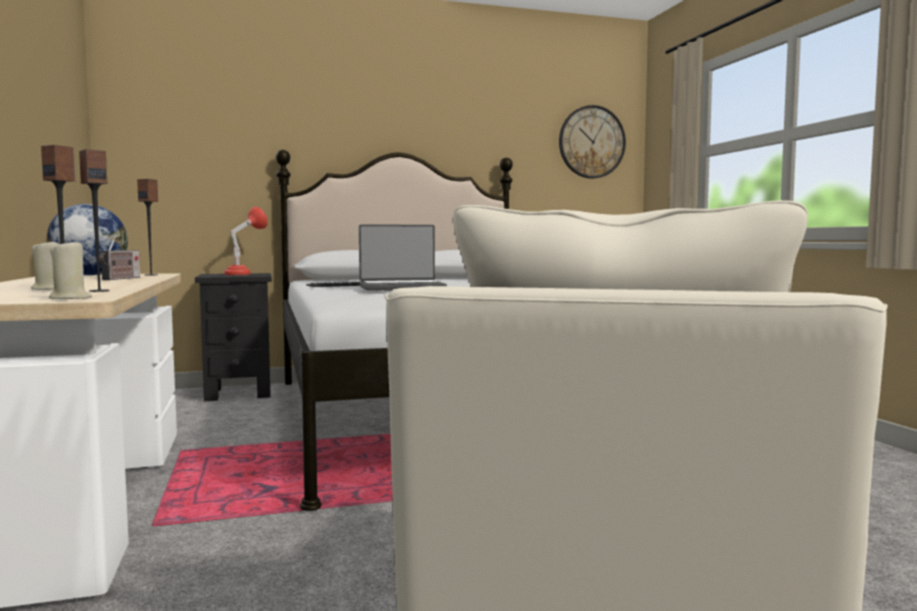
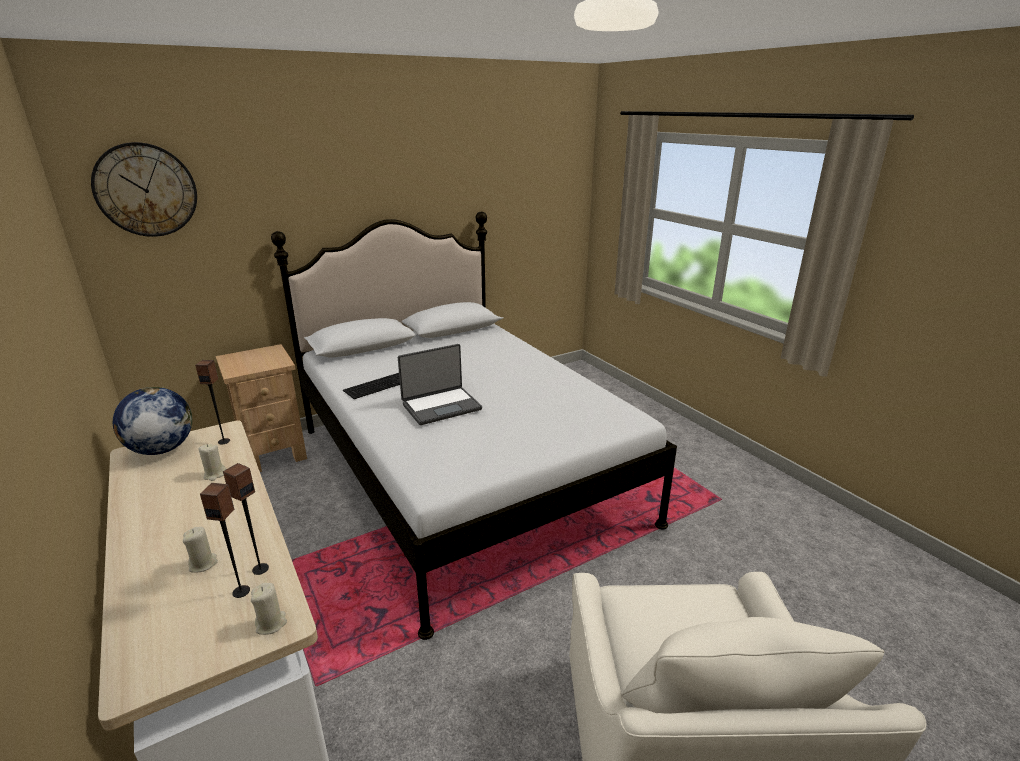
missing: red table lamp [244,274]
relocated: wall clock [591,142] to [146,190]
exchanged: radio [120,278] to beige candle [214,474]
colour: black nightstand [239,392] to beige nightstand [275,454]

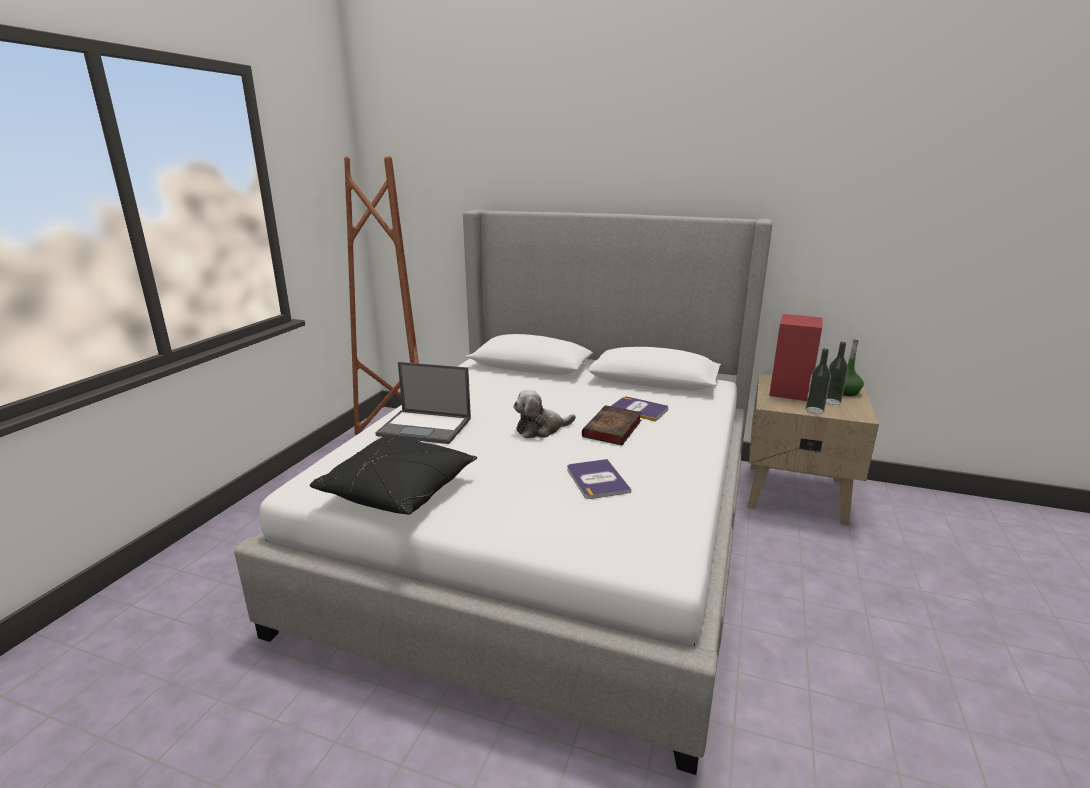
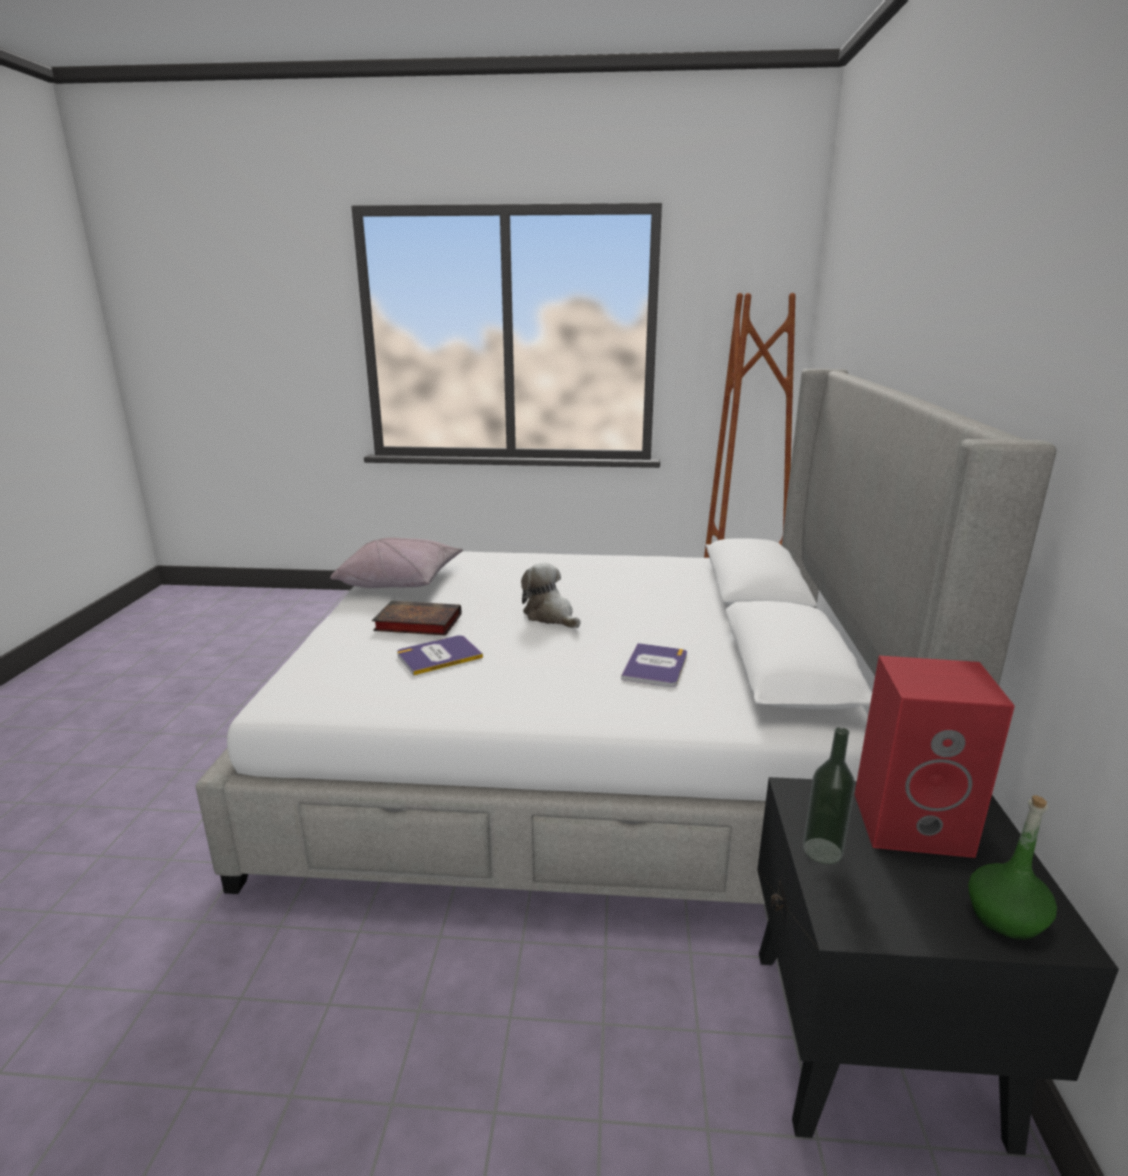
missing: laptop [426,427]; bottle [831,401]
relocated: book [612,430] to [415,623]
colour: black pillow [399,490] to purple pillow [401,581]; beige nightstand [797,493] to black nightstand [875,1043]

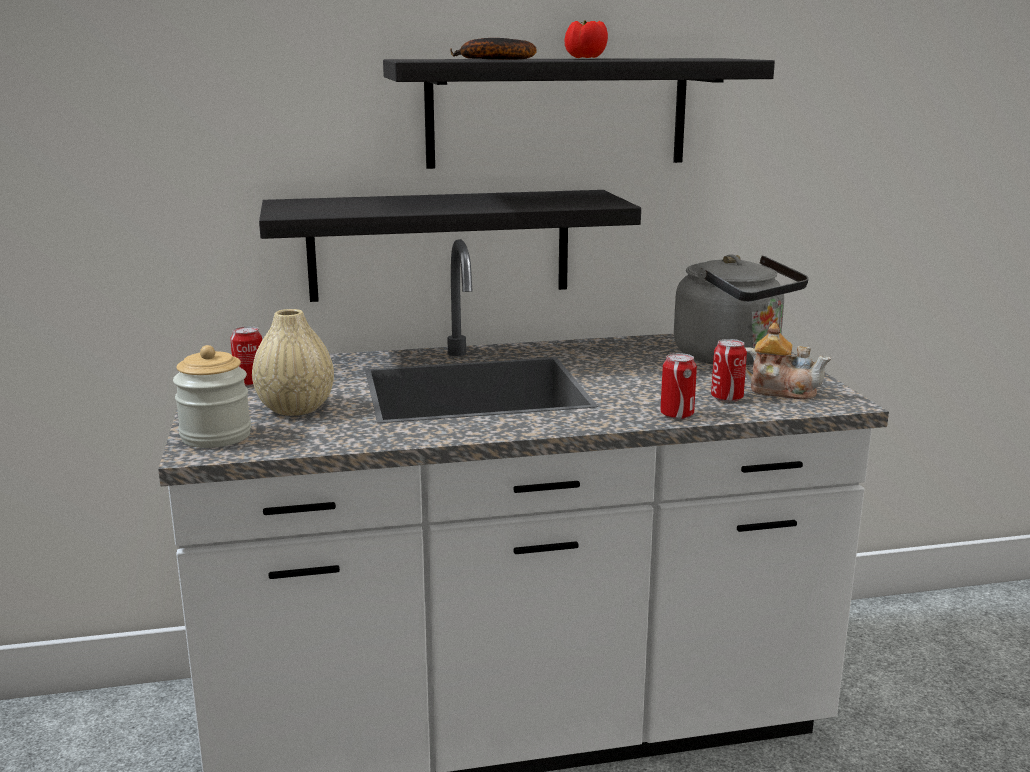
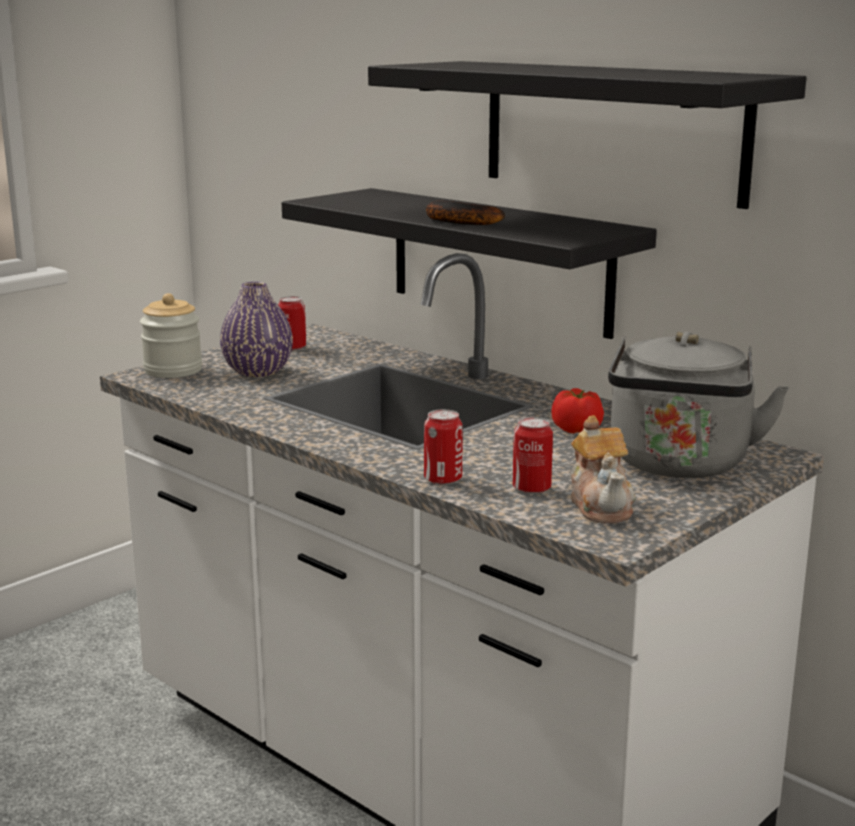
relocated: banana [494,59] to [455,222]; tomato [584,58] to [576,430]
colour: beige vase [295,408] to purple vase [258,371]

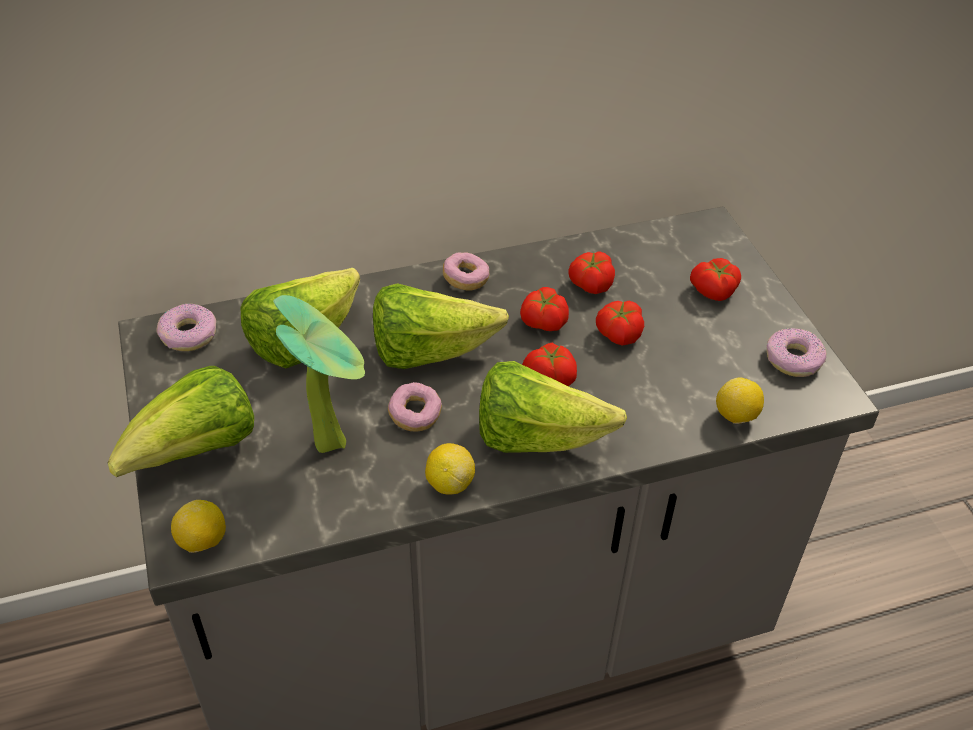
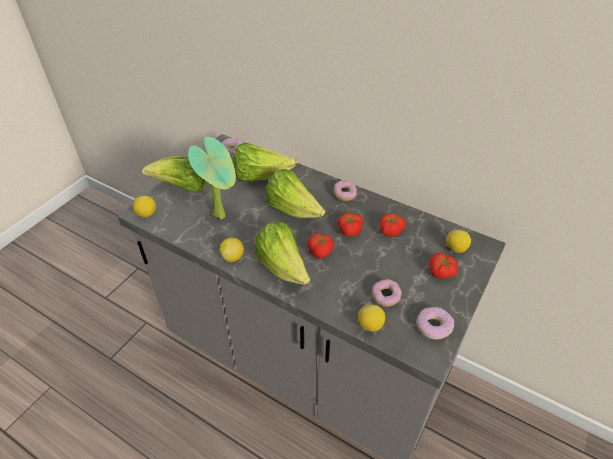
missing: tomato [618,334]
appeared: lemon [455,249]
relocated: donut [415,415] to [385,297]

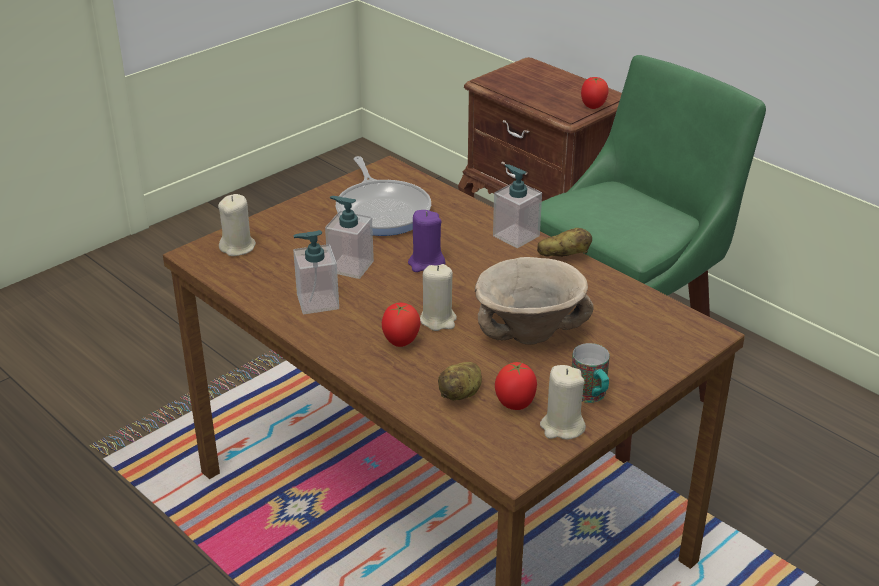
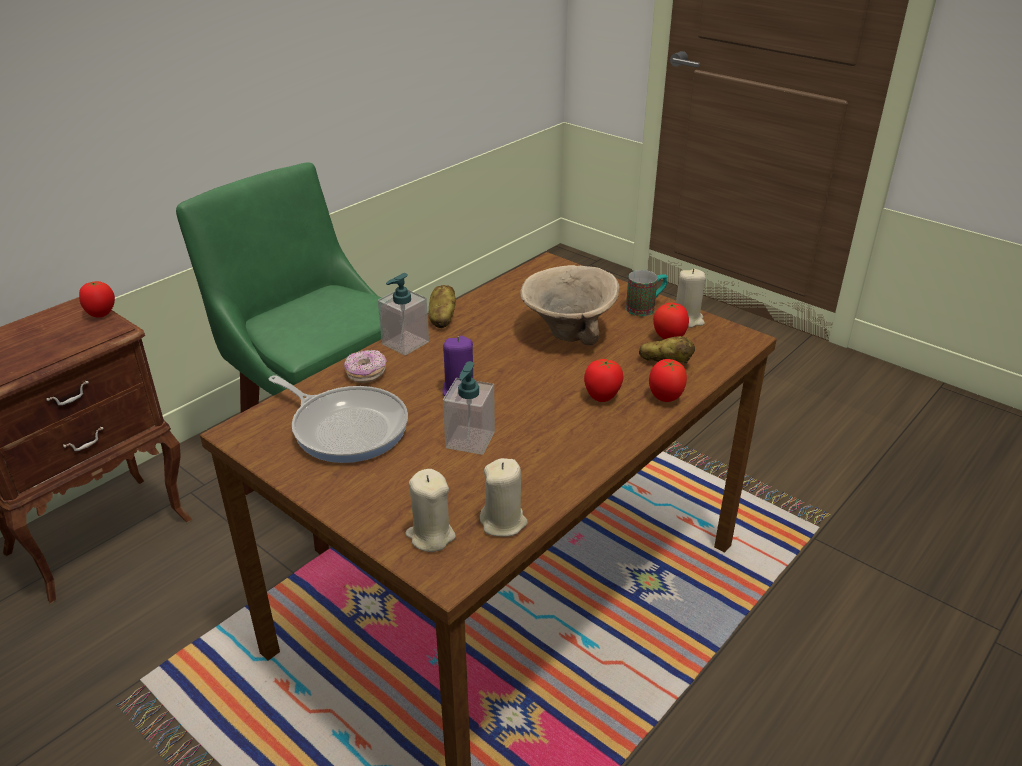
missing: soap dispenser [317,302]
appeared: donut [366,374]; tomato [665,398]
relocated: beige candle [438,320] to [503,522]
spun: frying pan [382,211] = [346,427] 60 degrees clockwise

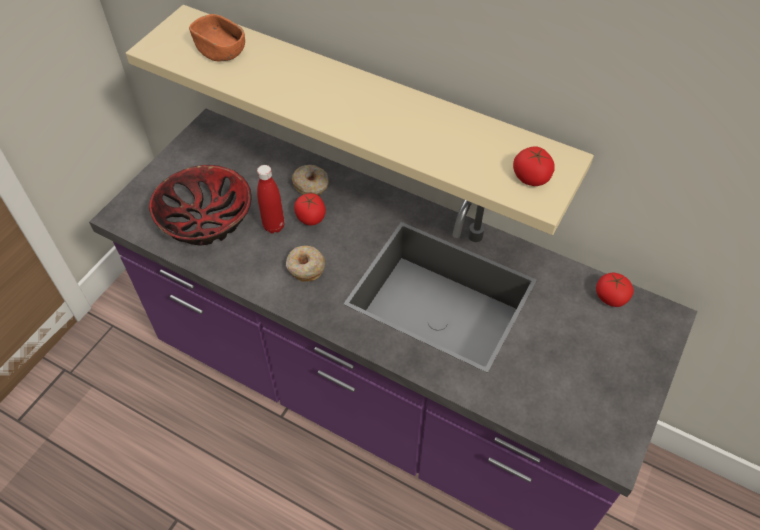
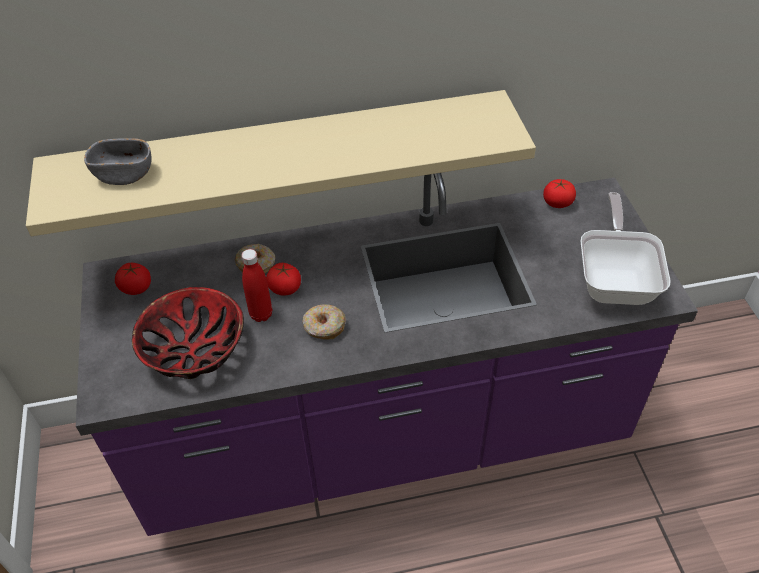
appeared: frying pan [615,280]
relocated: tomato [531,177] to [136,288]
colour: orange bowl [221,51] to grey bowl [124,174]

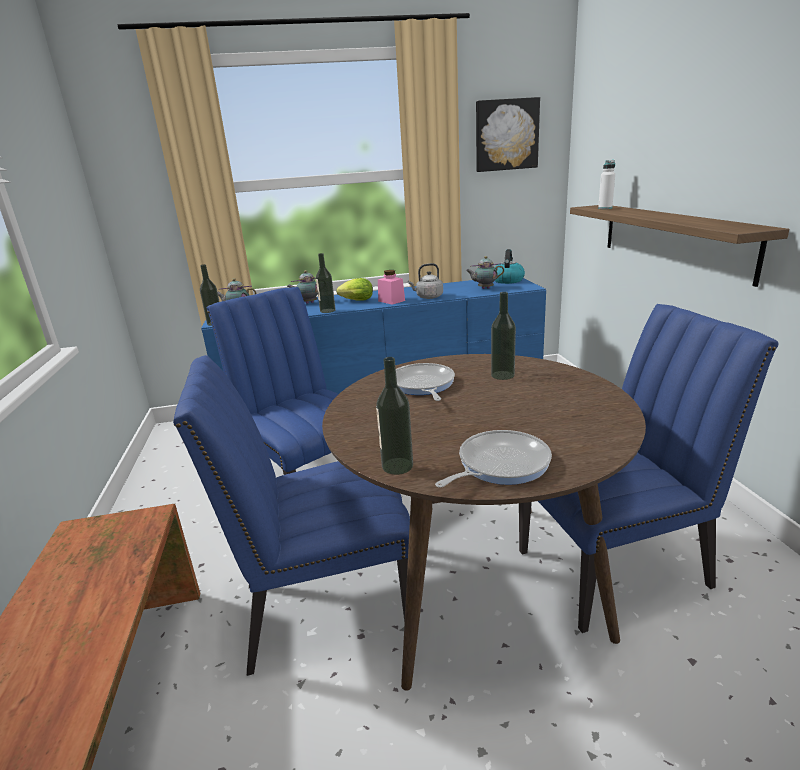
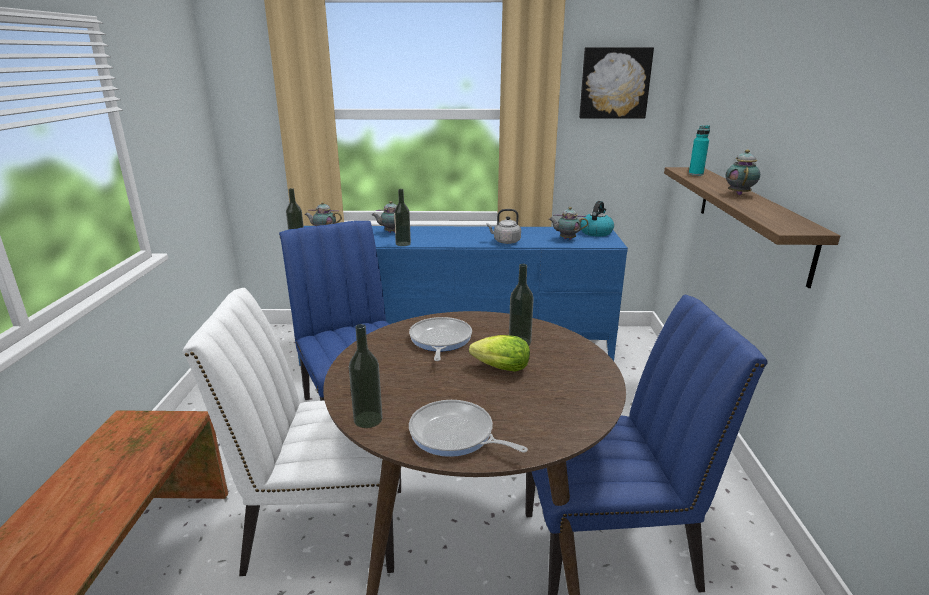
missing: pink jar [391,301]
appeared: teapot [739,194]
relocated: lettuce [355,301] to [498,368]
colour: blue chair [326,607] to white chair [328,529]; white bottle [605,208] to turquoise bottle [695,174]
spun: frying pan [499,464] = [455,435] 120 degrees counterclockwise

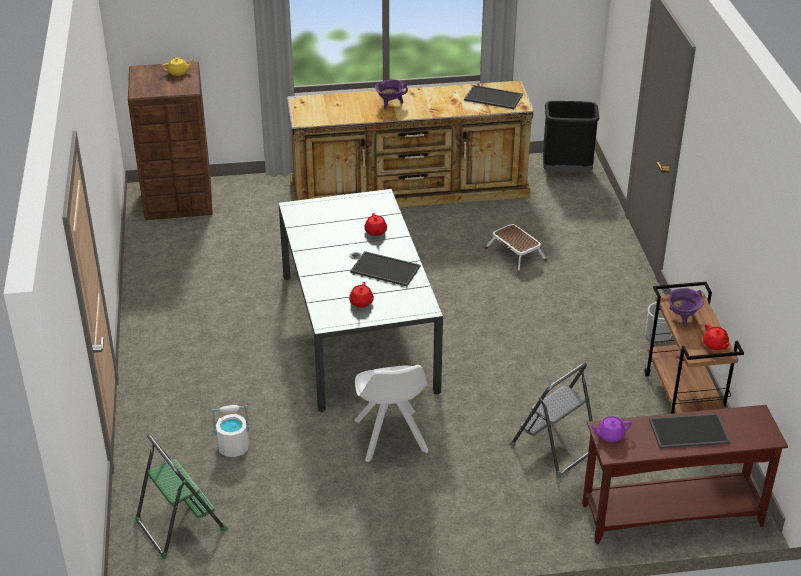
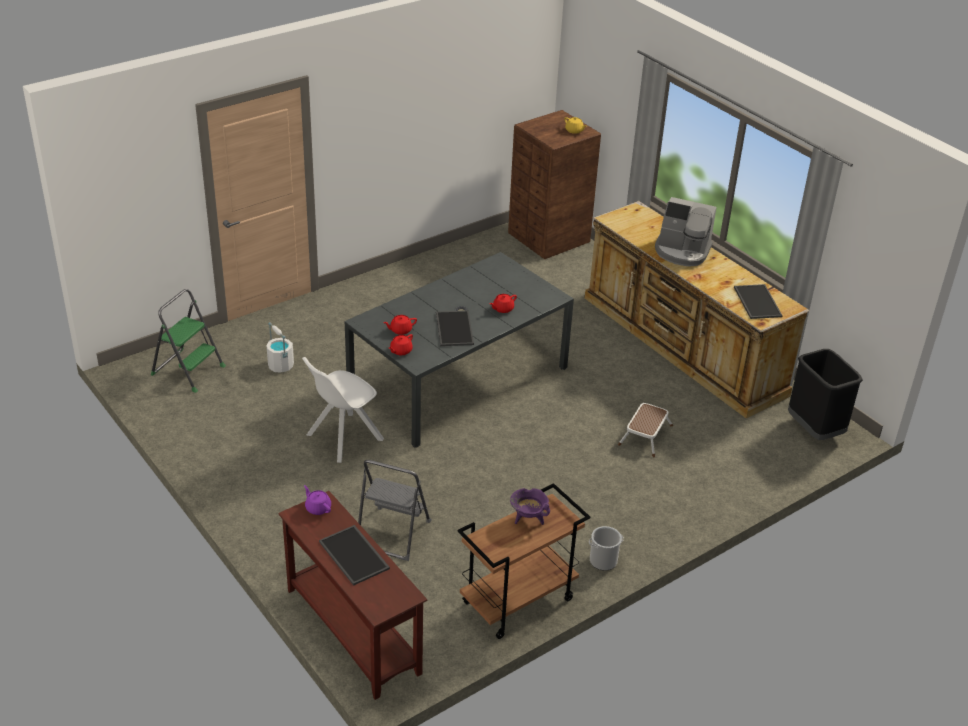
relocated: red teapot [715,345] to [400,351]
exchanged: purple cooking pot [390,104] to coffee machine [682,251]

